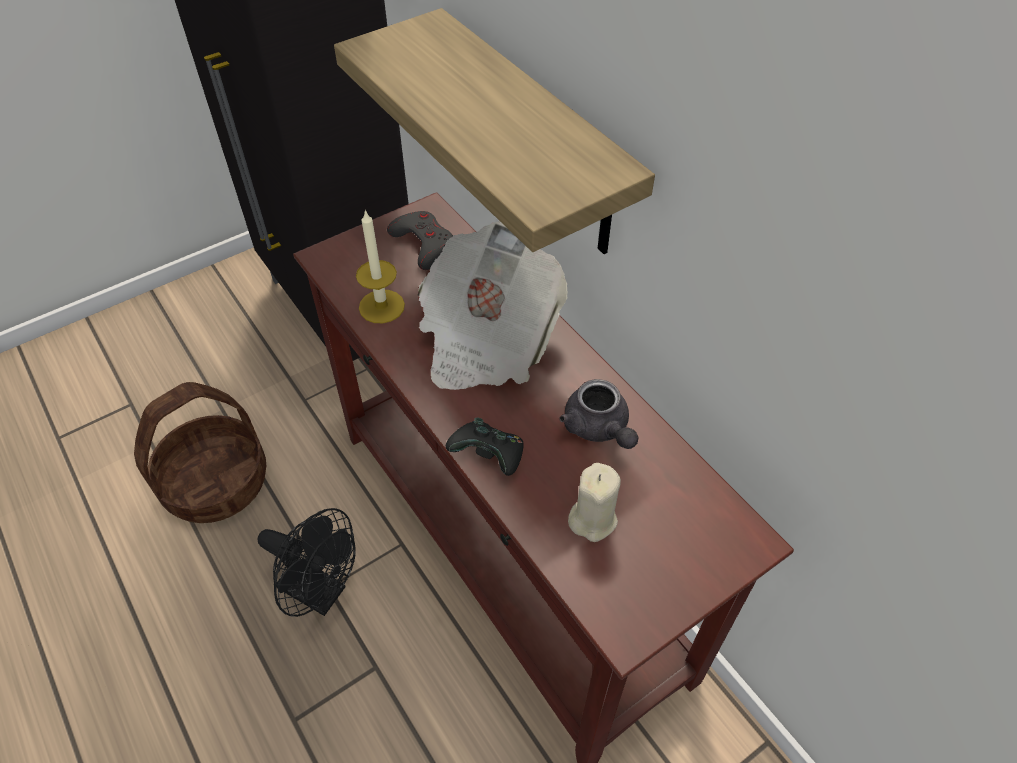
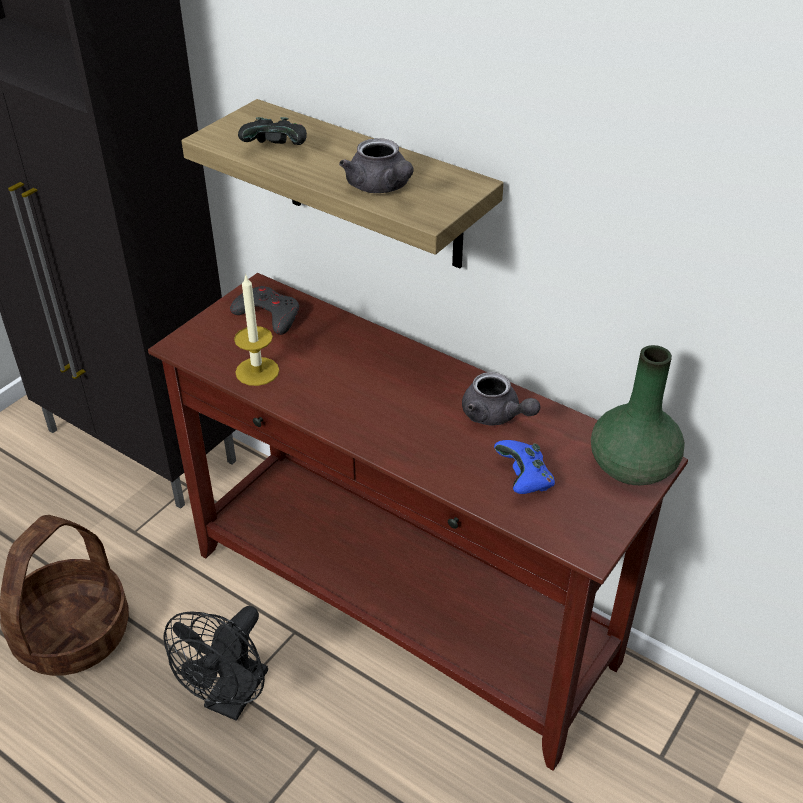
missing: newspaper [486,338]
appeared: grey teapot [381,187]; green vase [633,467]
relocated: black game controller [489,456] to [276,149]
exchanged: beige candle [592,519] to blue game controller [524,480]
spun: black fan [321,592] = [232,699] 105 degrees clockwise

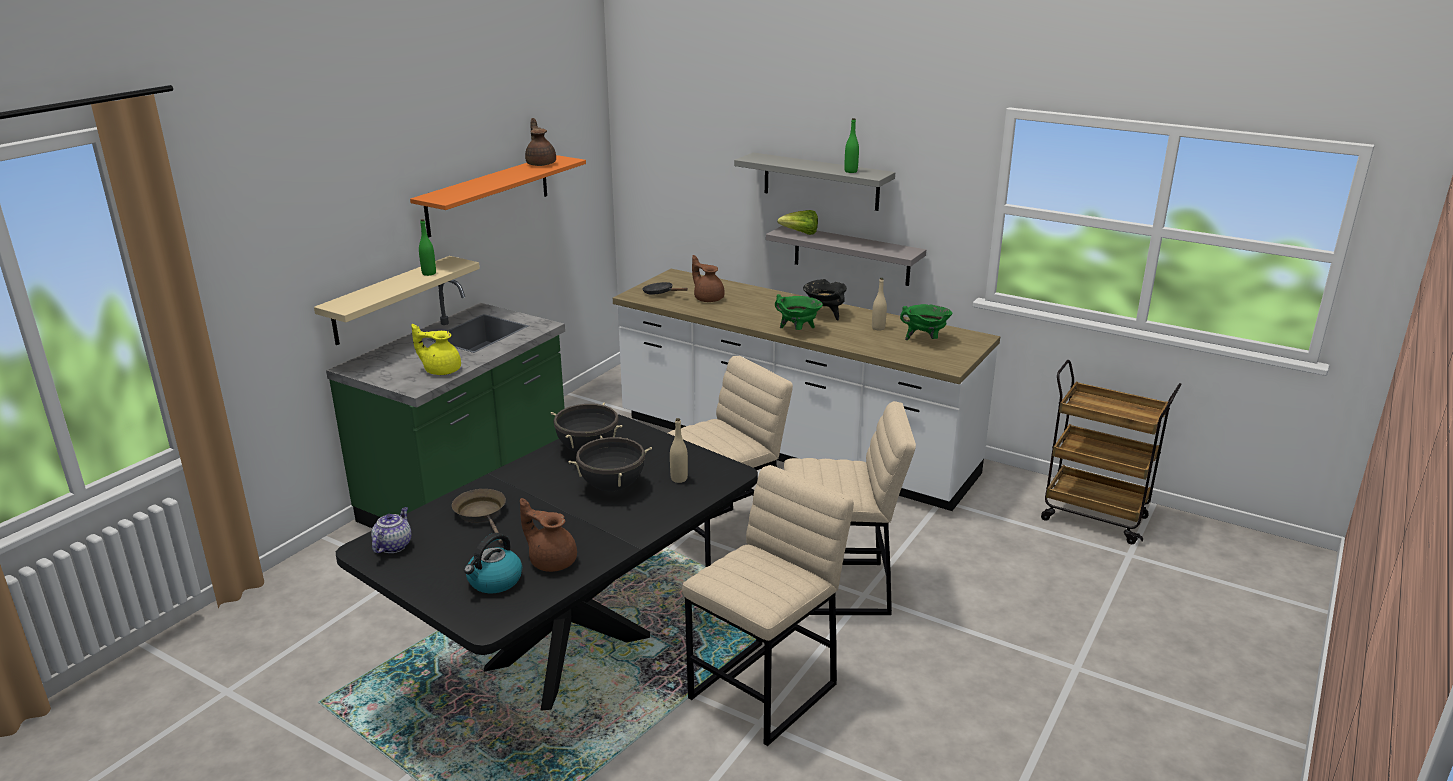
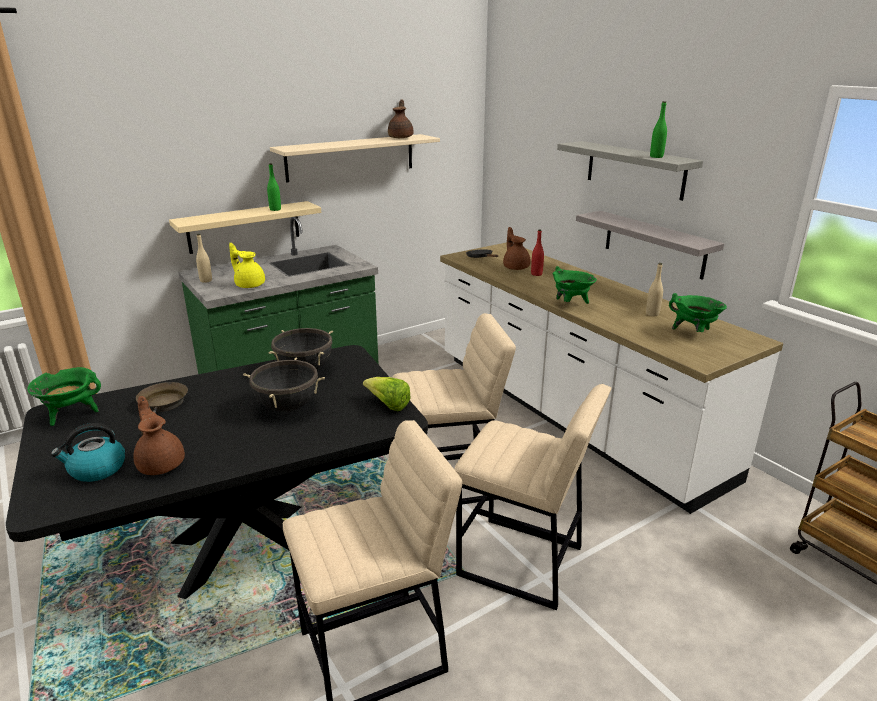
missing: black cooking pot [824,315]
appeared: red bottle [536,274]
relocated: beige bottle [679,479] to [206,280]; lettuce [801,233] to [388,405]
exchanged: teapot [393,545] to green cooking pot [71,414]
colour: orange shelf [488,195] to beige shelf [351,157]

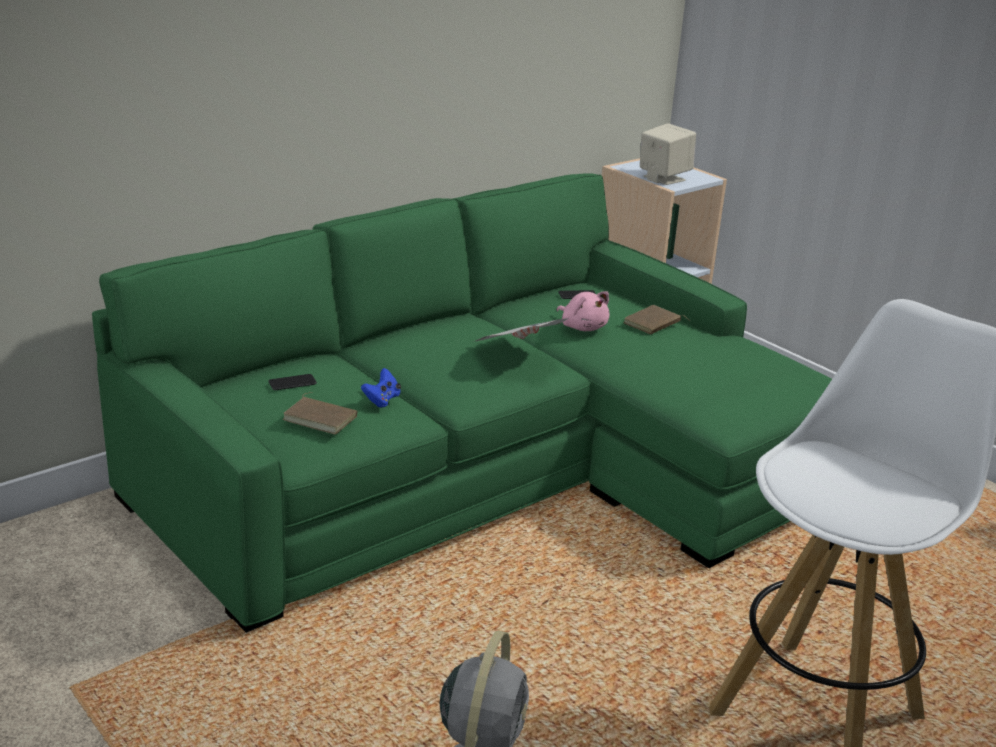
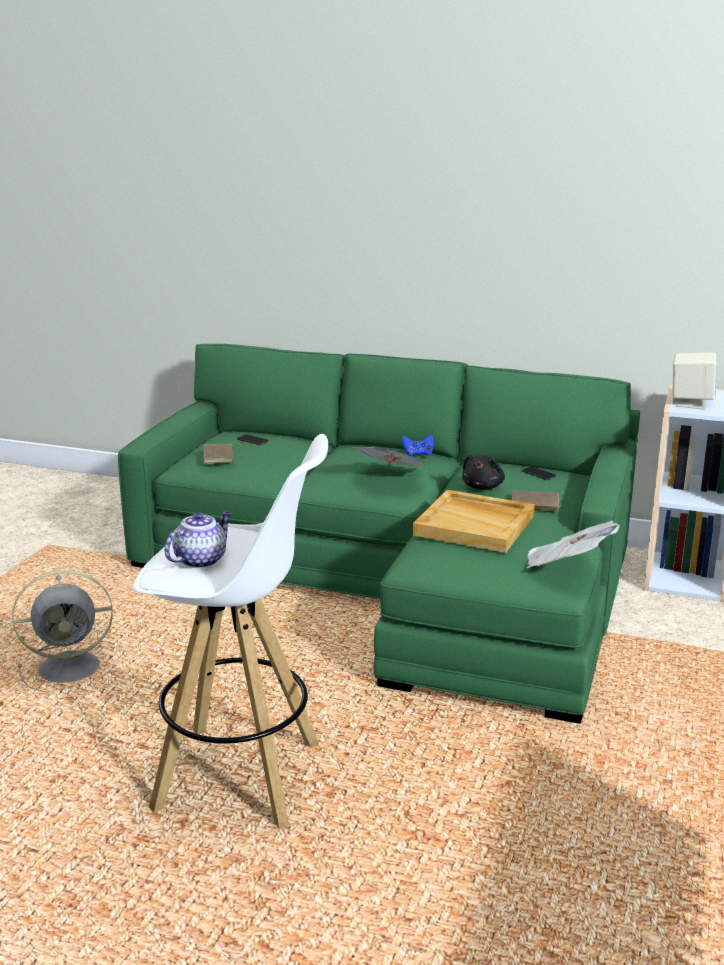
appeared: teapot [201,560]; beige tray [475,525]; newspaper [567,566]
relocated: blue game controller [382,400] to [418,454]
colour: pink plush toy [582,327] to black plush toy [483,487]

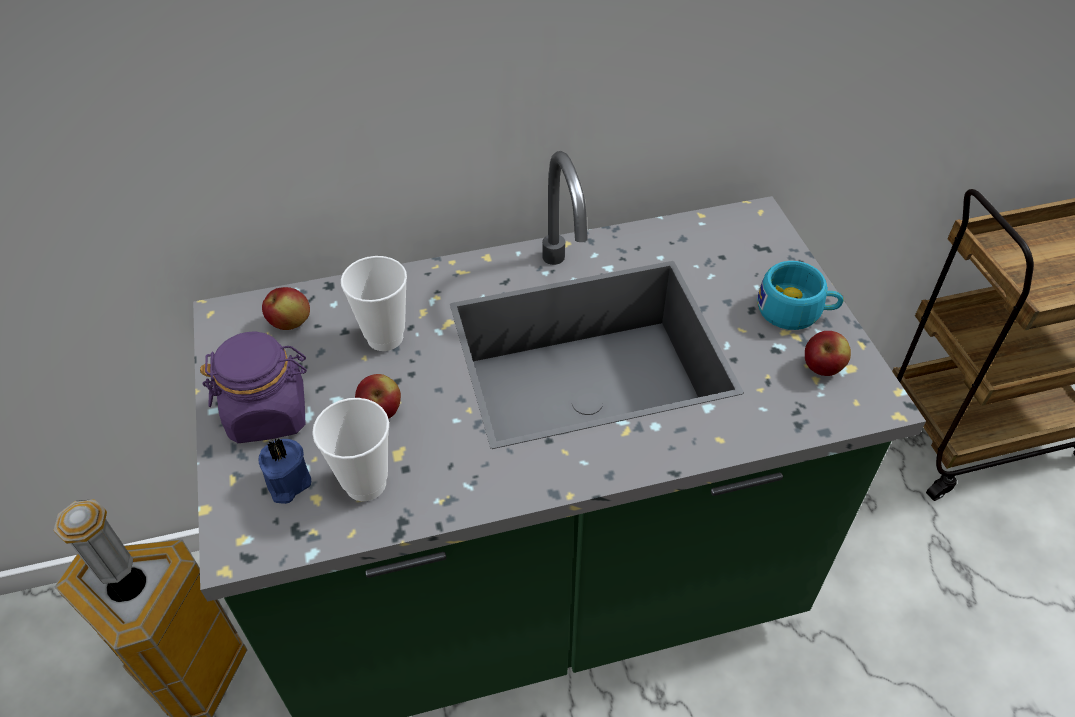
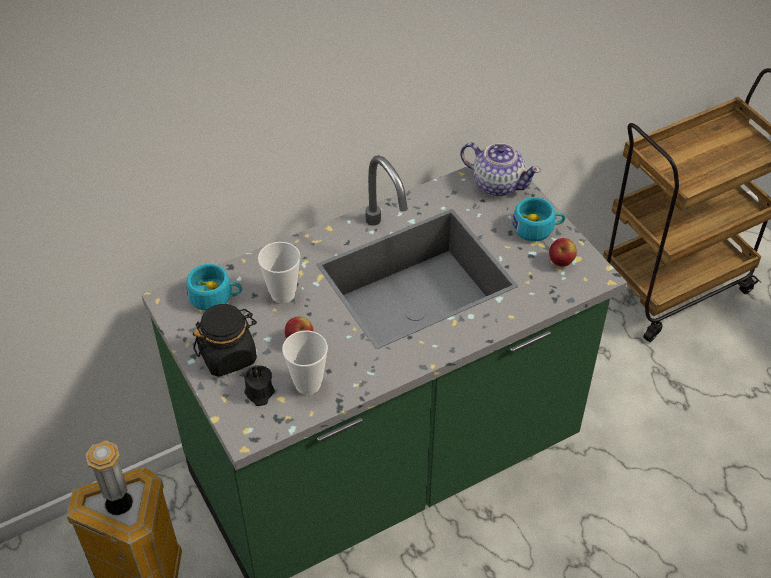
appeared: teapot [497,184]
exchanged: apple [290,323] to turquoise cup [216,297]
colour: purple jar [269,413] to black jar [228,355]; blue candle [287,483] to black candle [259,393]

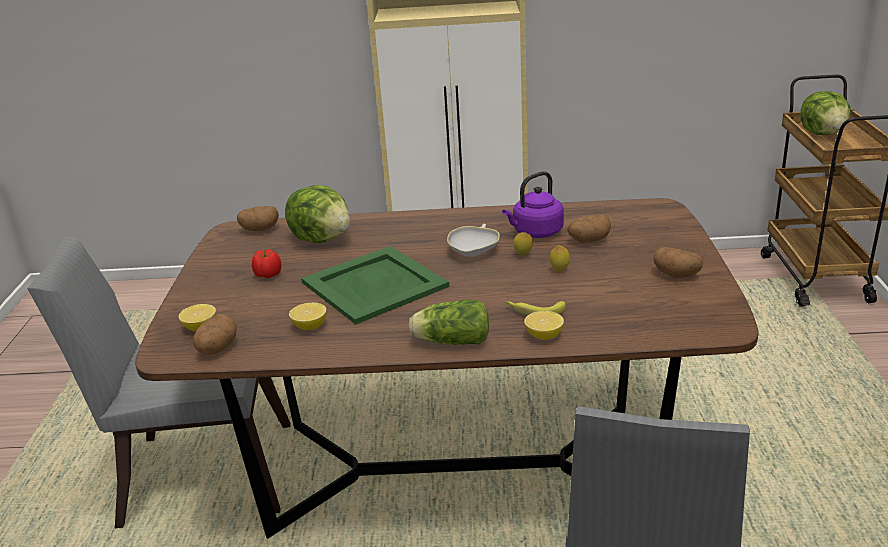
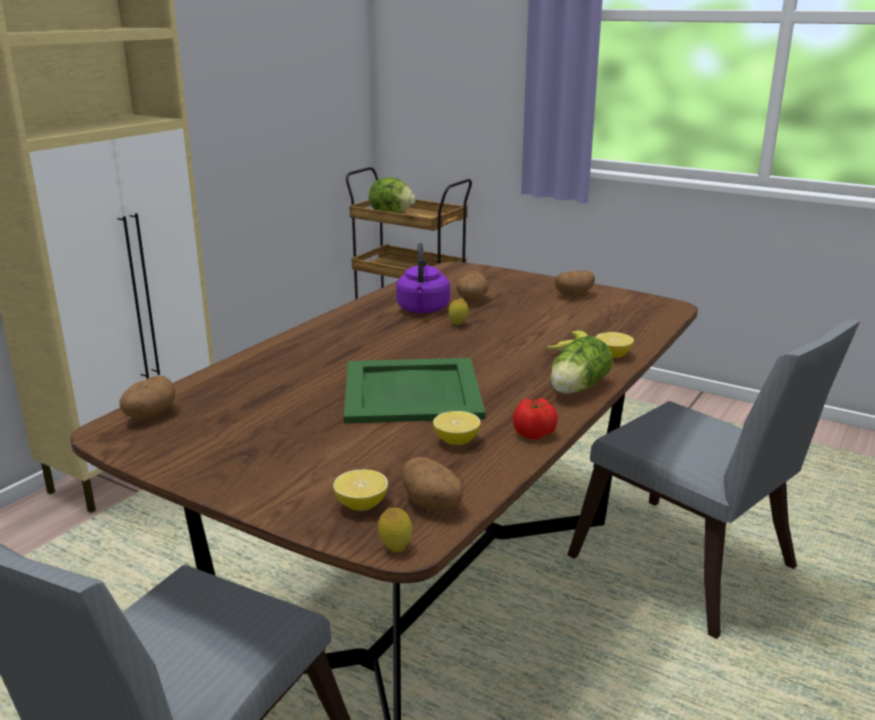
missing: lettuce [322,238]; white bowl [473,251]
relocated: lemon [559,270] to [395,549]; tomato [268,275] to [534,434]

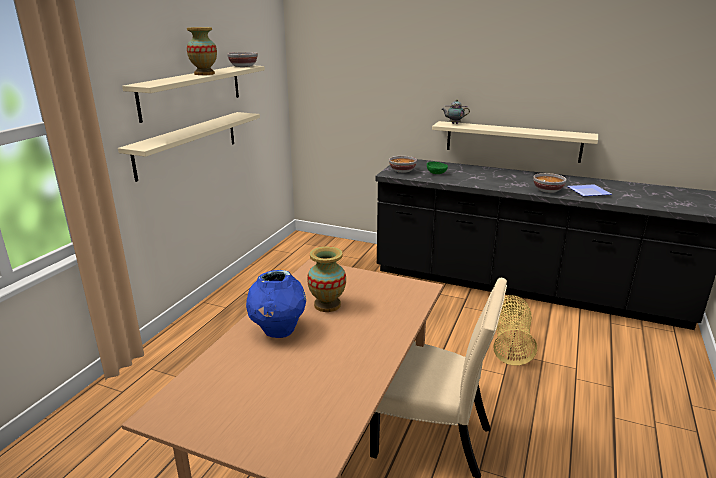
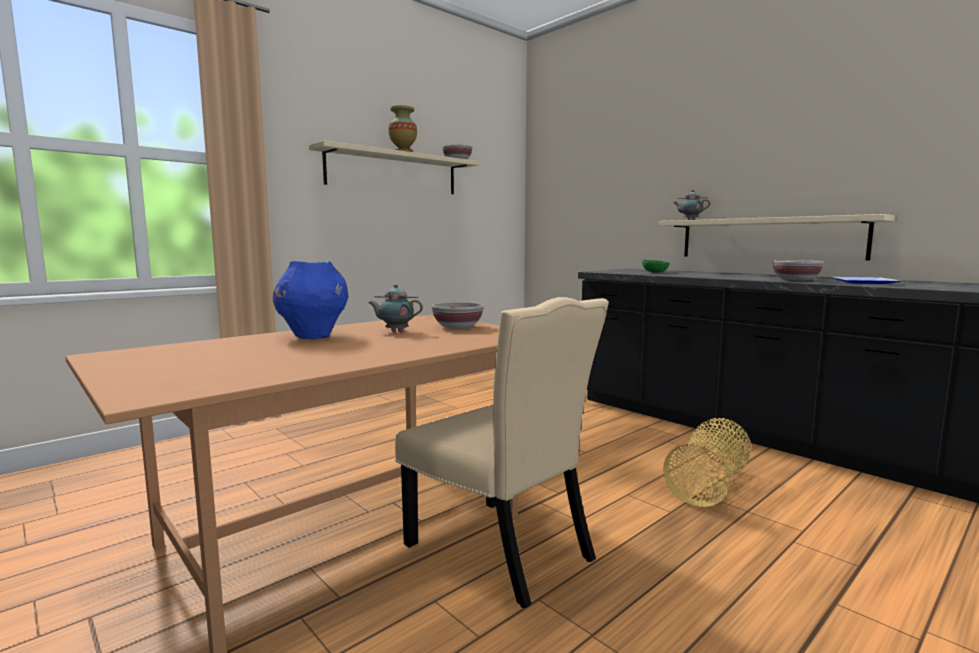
missing: beige shelf [187,144]
relocated: bowl [402,170] to [457,327]
exchanged: vase [327,305] to teapot [395,331]

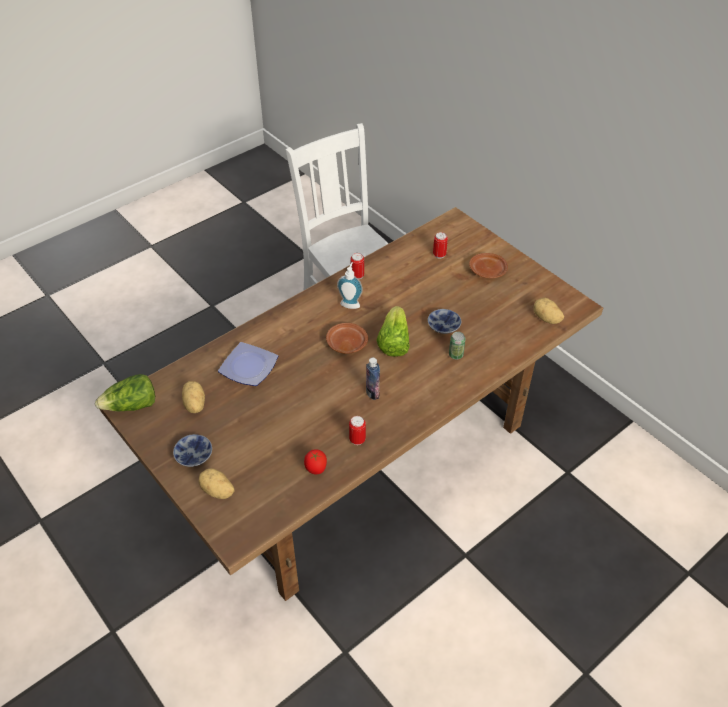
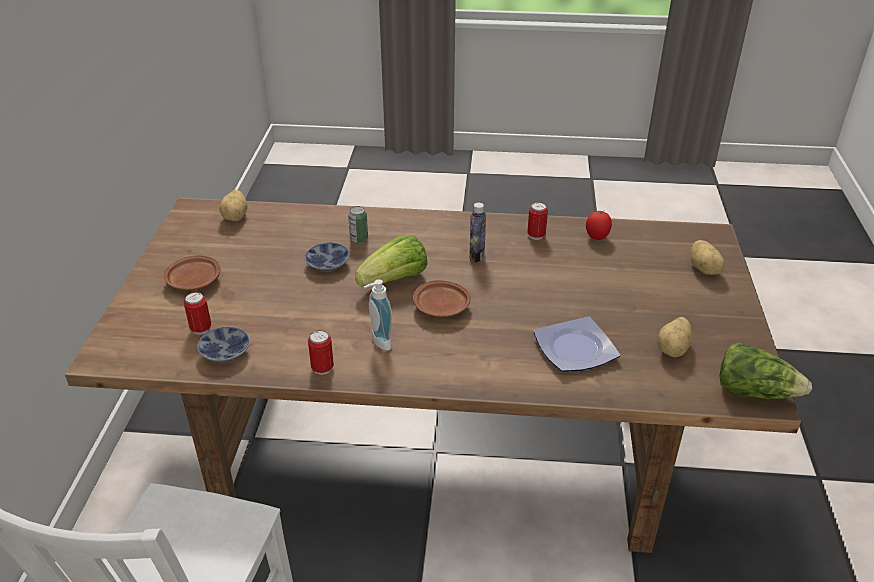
relocated: bowl [193,455] to [225,354]

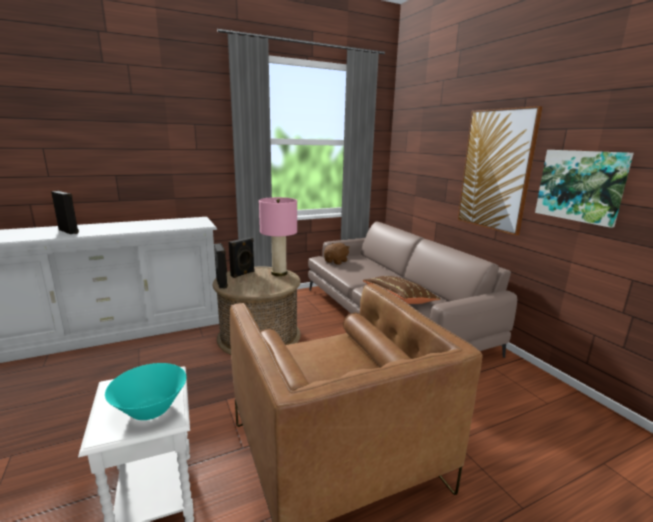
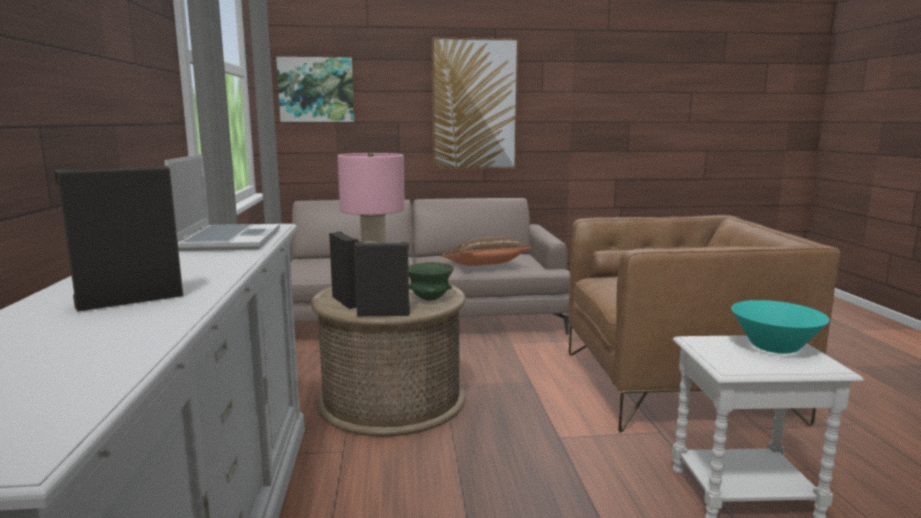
missing: brown plush toy [336,261]
appeared: laptop [229,240]; green bowl [429,299]
relocated: picture [580,186] to [316,90]

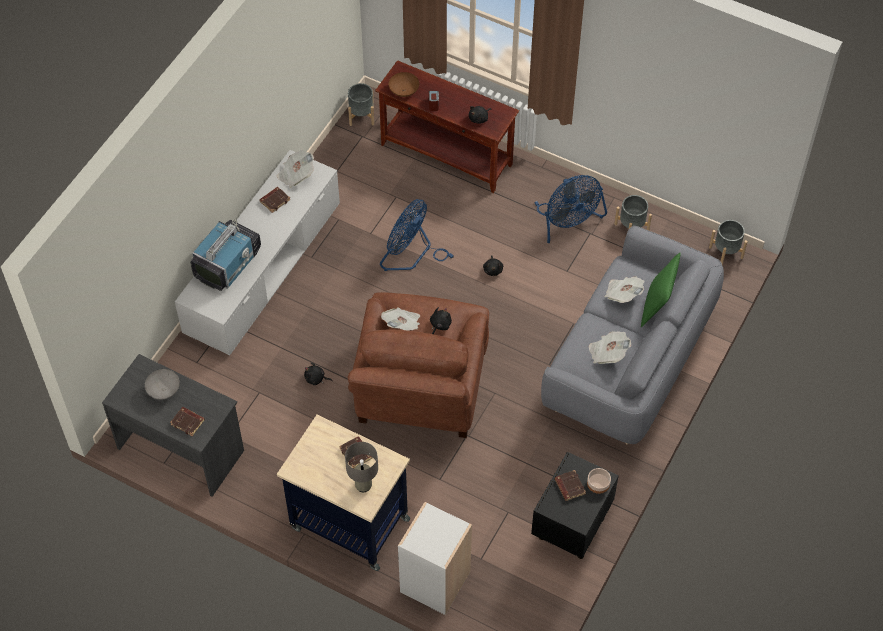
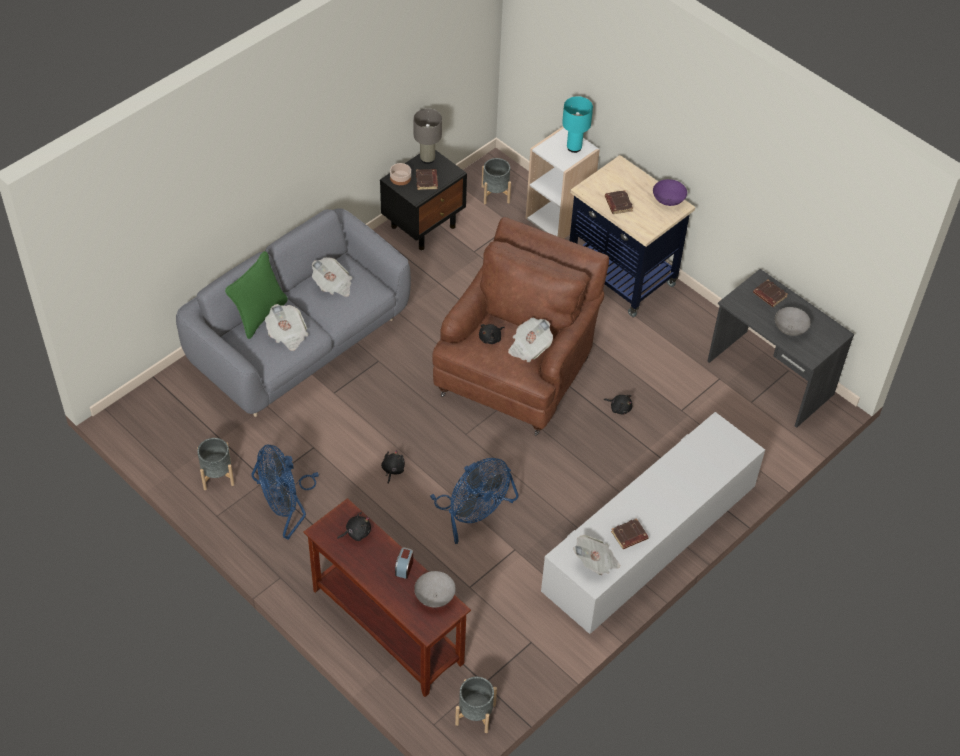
missing: television [228,263]
appeared: turquoise table lamp [573,147]; purple bowl [669,200]
relocated: grey table lamp [363,485] to [428,159]; grey planter [726,252] to [495,194]
colour: brown bowl [404,91] to grey bowl [435,596]
spun: blue fan [566,221] = [286,502] 105 degrees counterclockwise

